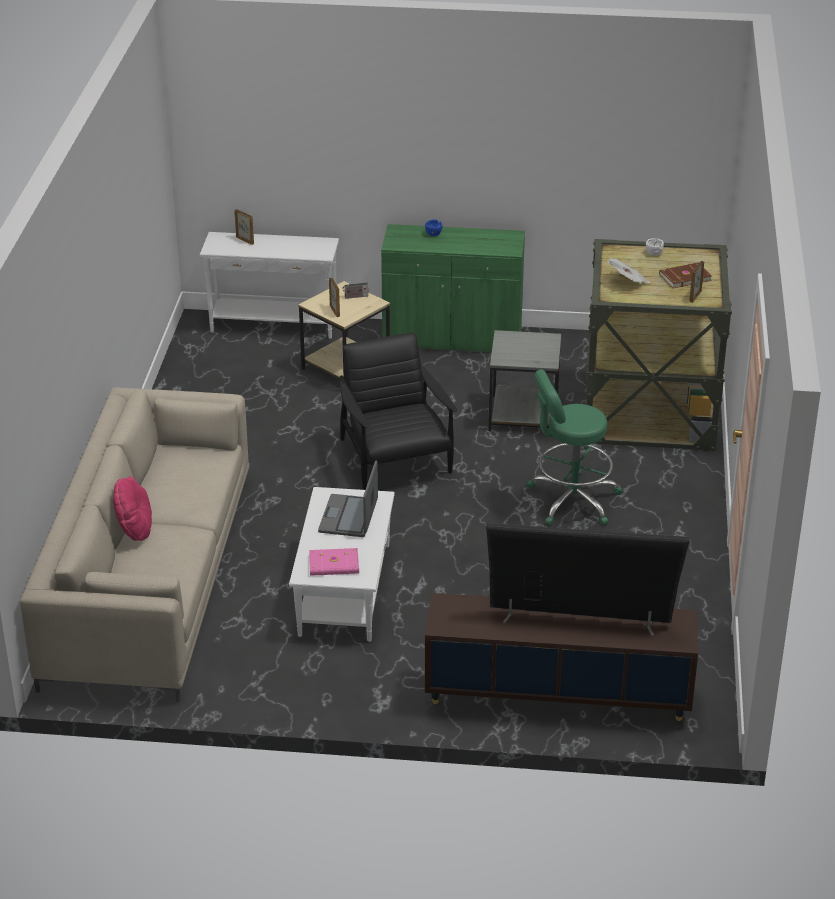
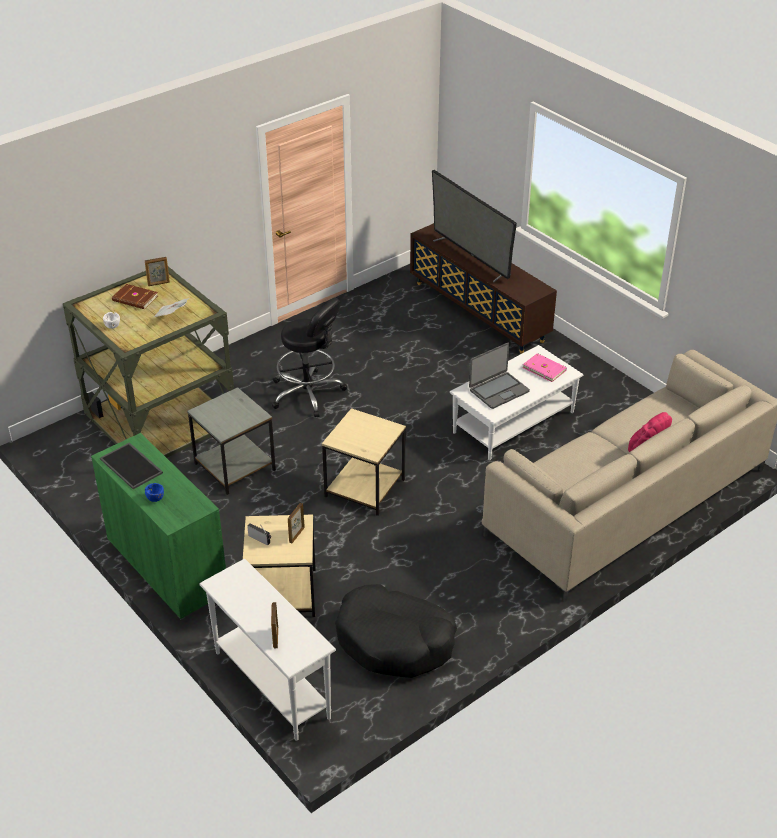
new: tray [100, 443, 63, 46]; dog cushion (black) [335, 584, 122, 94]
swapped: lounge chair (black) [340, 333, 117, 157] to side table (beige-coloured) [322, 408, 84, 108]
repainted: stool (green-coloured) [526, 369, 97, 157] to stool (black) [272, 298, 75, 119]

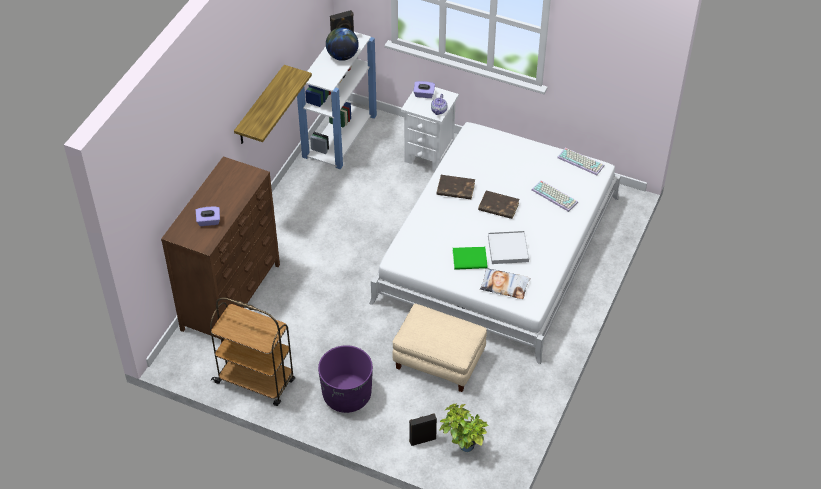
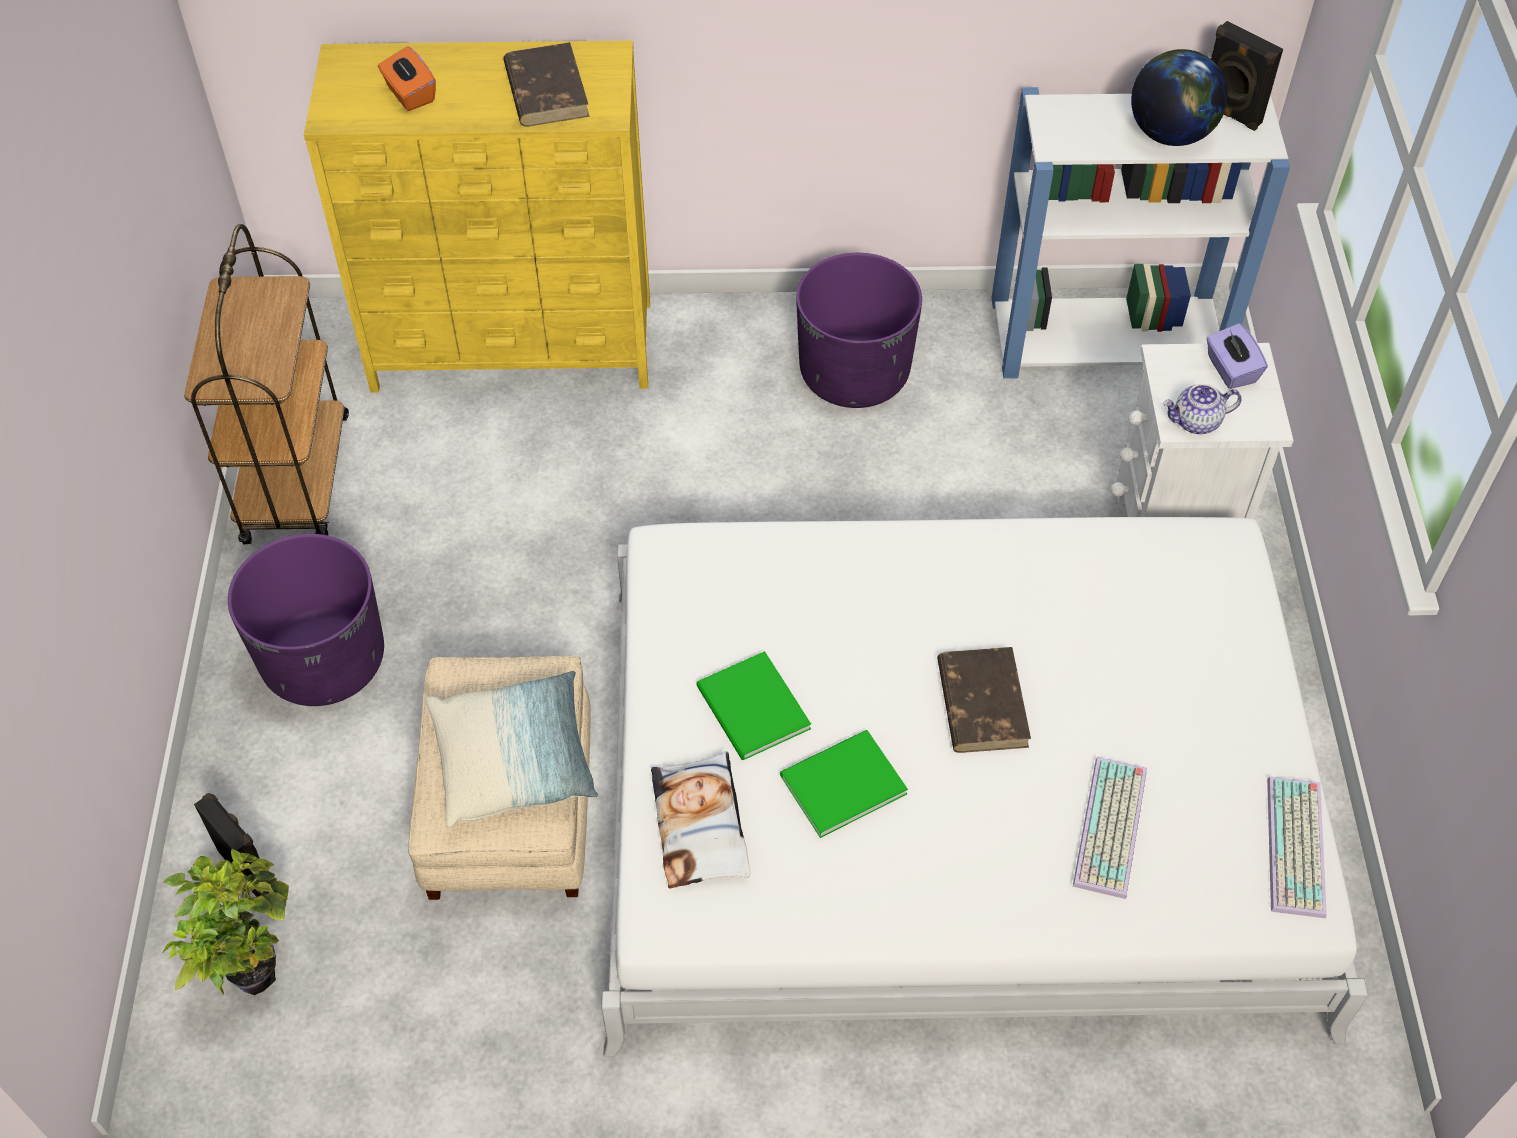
gone: bracket shelf [234, 65, 78, 79]
new: throw pillow [425, 671, 173, 157]; flower pot (purple) [796, 253, 126, 155]
shifted: book (brown) [437, 175, 38, 24] to [503, 42, 87, 85]
swapped: tray (whitish) [488, 231, 41, 33] to book (green-coloured) [780, 730, 128, 108]
repainted: drawer chest (brown) [161, 156, 119, 187] to drawer chest (yellow) [304, 40, 346, 352]; box of tissues (purple) [196, 207, 24, 19] to box of tissues (orange-coloured) [378, 46, 58, 65]

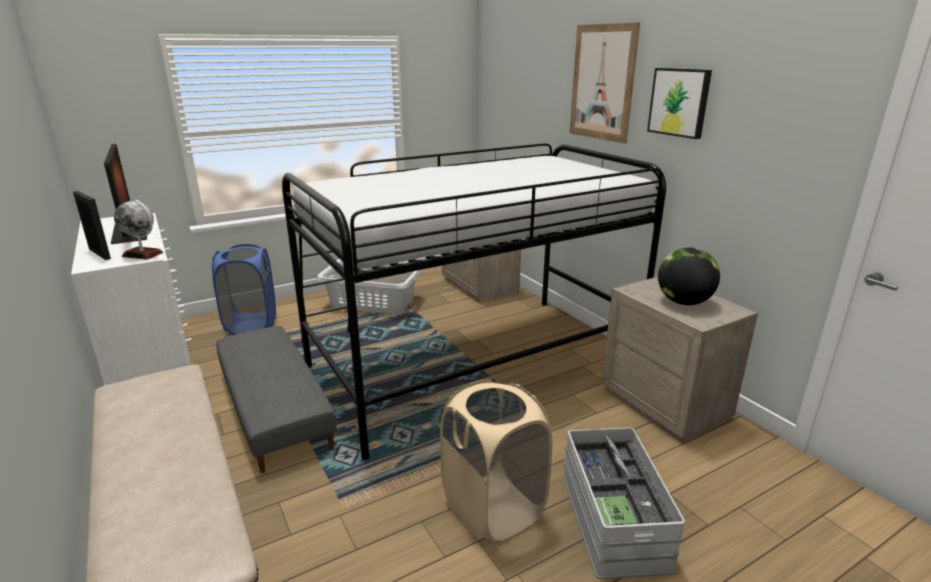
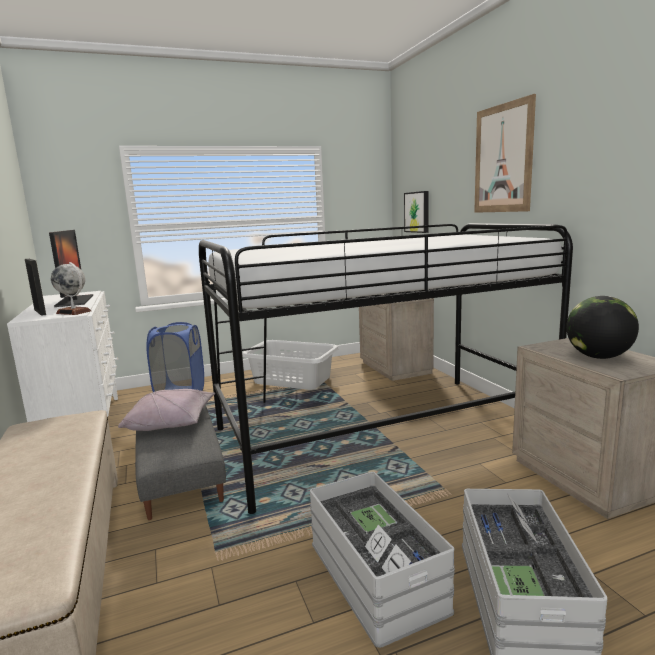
new: throw pillow (purple) [118, 389, 97, 42]
shifted: picture [647, 68, 65, 71] to [404, 191, 25, 42]
swapped: laundry basket (beige-coloured) [440, 380, 112, 163] to storage box (gray) [310, 472, 145, 176]

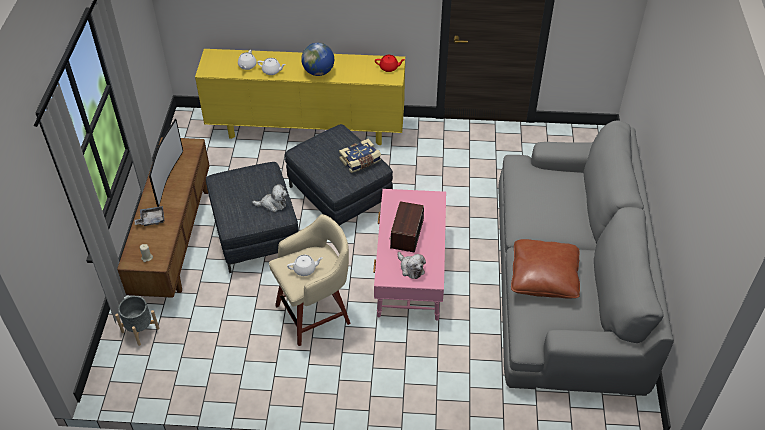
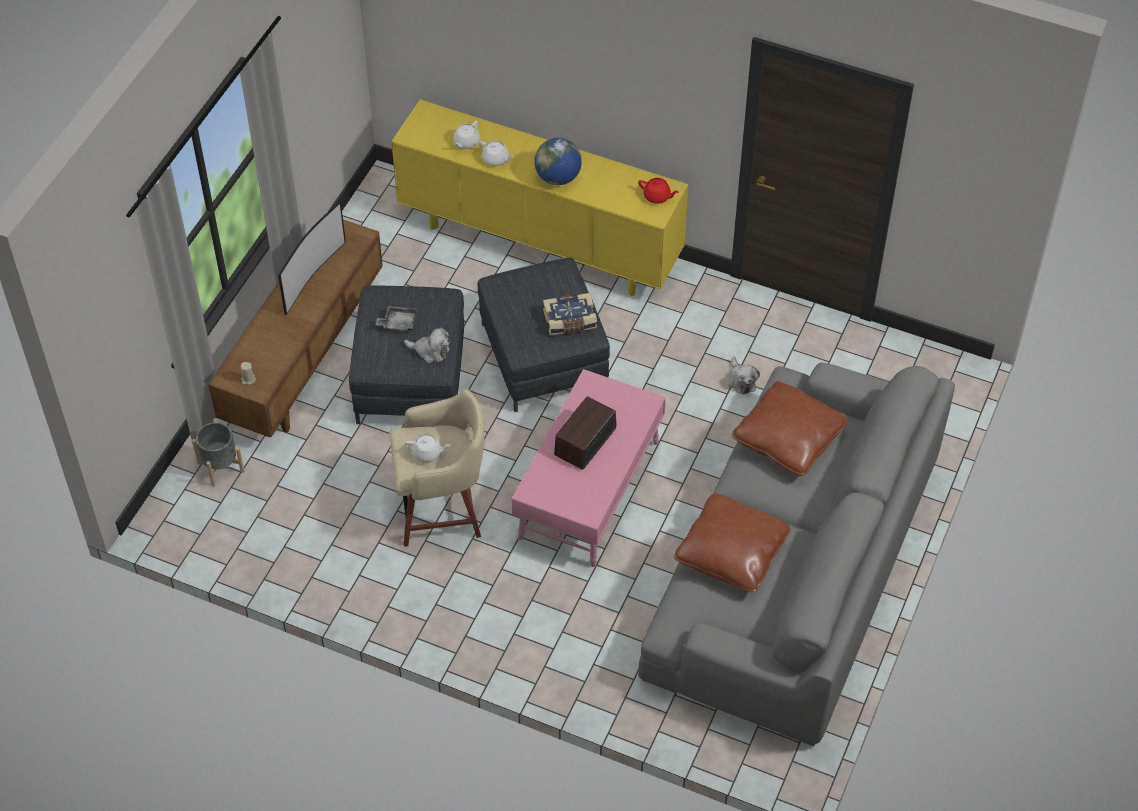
new: throw pillow (brown) [732, 381, 116, 95]
shifted: tray (gray) [134, 206, 30, 20] to [376, 306, 41, 26]; plush toy [398, 252, 28, 27] to [728, 357, 32, 38]

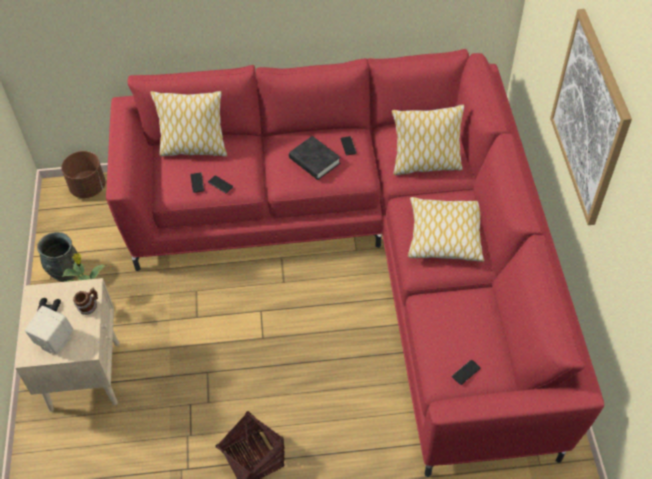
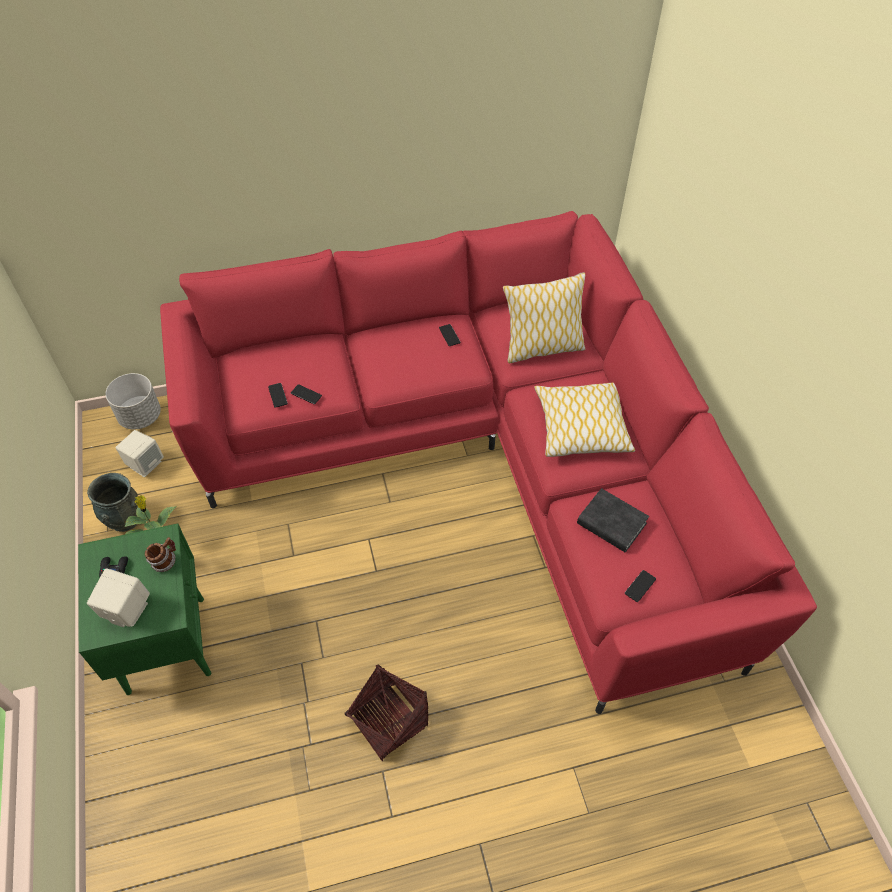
gone: throw pillow [150, 91, 77, 66]; picture [550, 9, 82, 216]
new: loudspeaker (beige-coloured) [116, 430, 48, 47]
shifted: book (black) [289, 136, 51, 44] to [577, 488, 72, 64]
repainted: bedside table (beige-coloured) [15, 278, 105, 134] to bedside table (green-coloured) [78, 524, 133, 171]; flower pot (brown) [61, 151, 44, 47] to flower pot (gray) [106, 373, 55, 56]

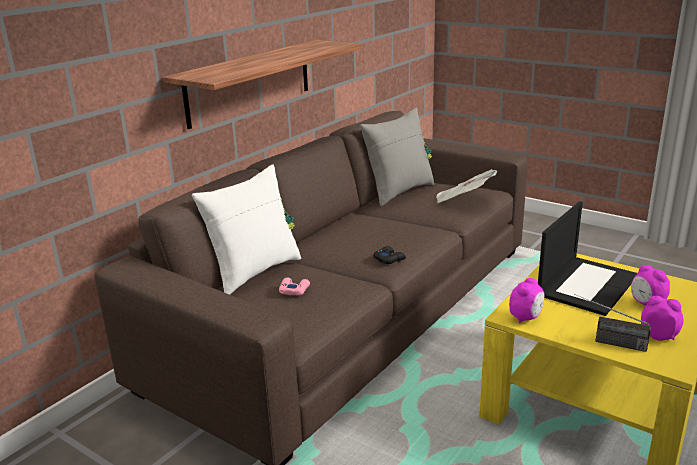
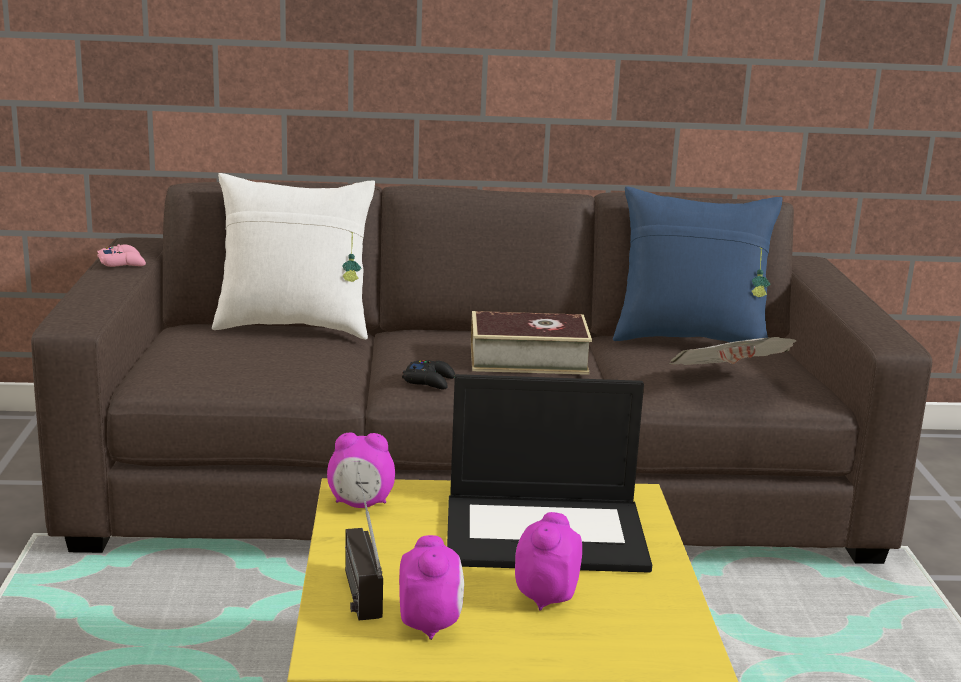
gone: bracket shelf [163, 40, 199, 89]
new: book [471, 311, 121, 64]
shifted: joypad (pink-coloured) [279, 278, 31, 17] to [97, 244, 49, 23]
repainted: throw pillow (gray) [360, 108, 74, 98] to throw pillow (blue) [613, 186, 170, 156]

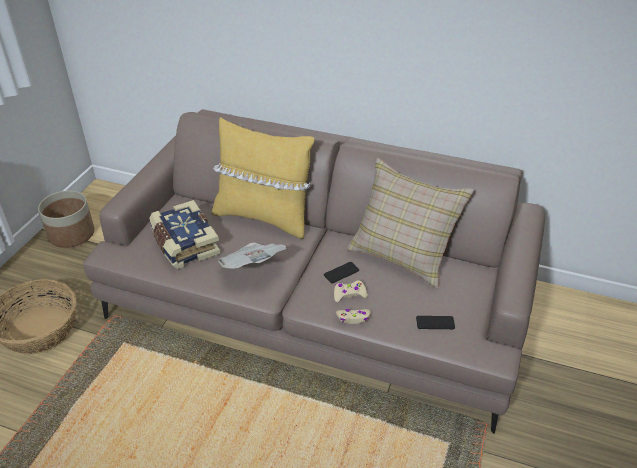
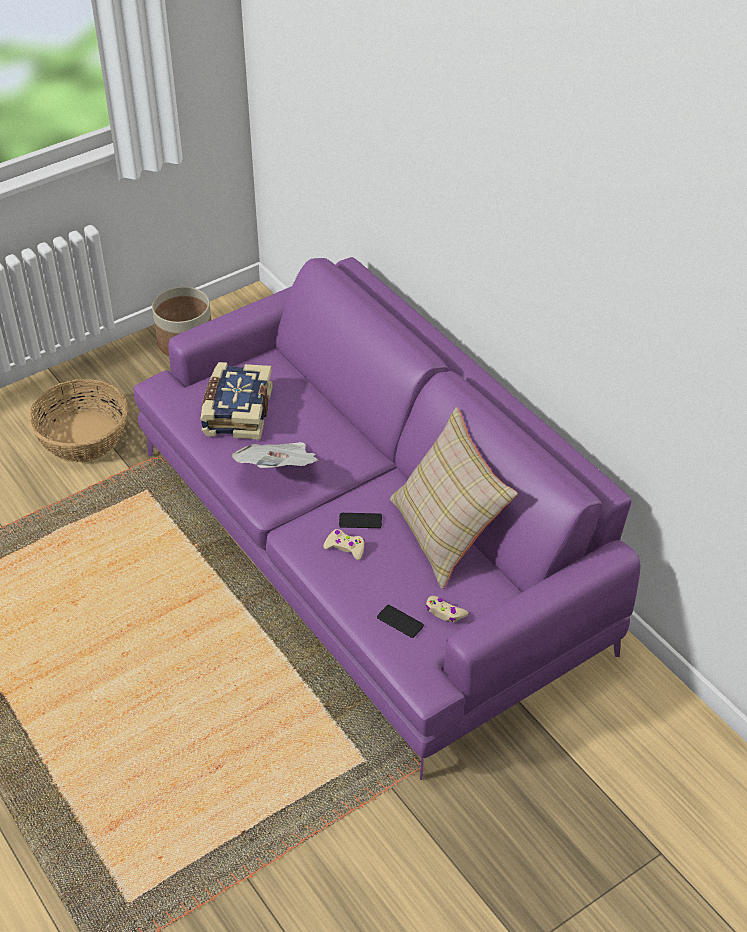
gone: throw pillow (yellow) [211, 117, 103, 122]
shifted: joypad (beige-coloured) [336, 309, 35, 15] to [426, 596, 42, 26]
repainted: sofa (beige-coloured) [84, 109, 461, 325] to sofa (purple) [134, 257, 507, 523]

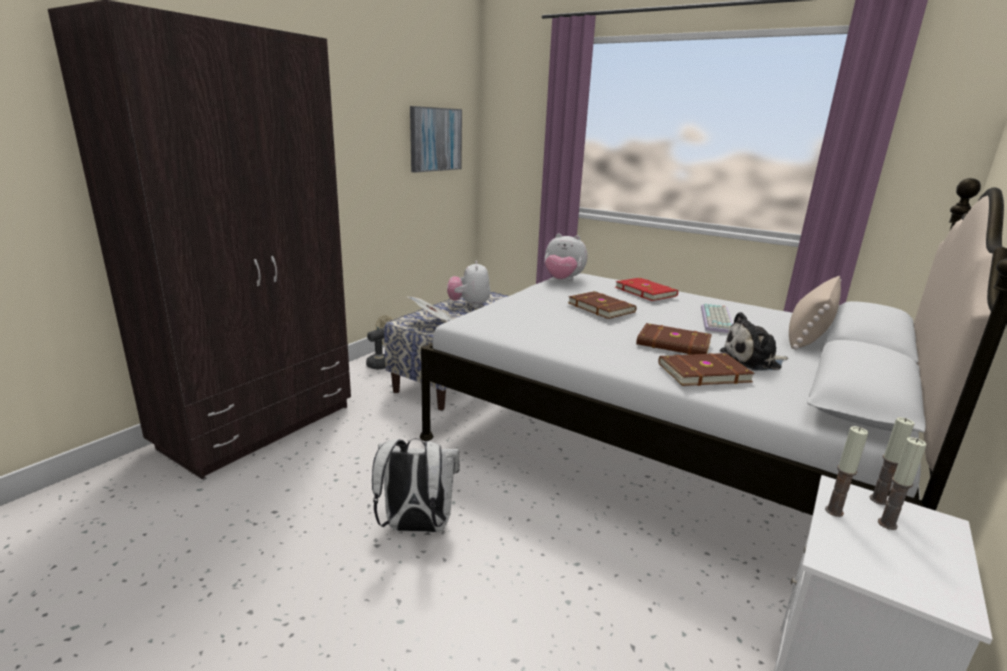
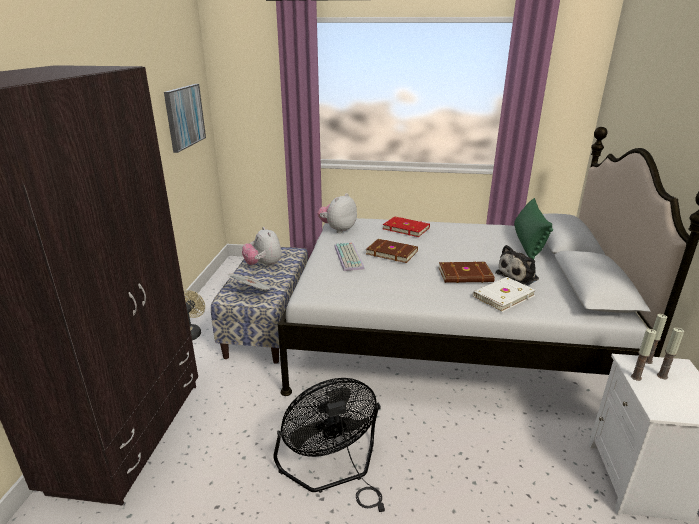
shifted: PC keyboard [701, 304, 32, 29] to [334, 243, 30, 28]
swapped: backpack (whitish) [372, 438, 88, 94] to fan (black) [273, 378, 112, 135]
repainted: book (brown) [658, 353, 97, 33] to book (whitish) [472, 277, 64, 35]; throw pillow (beige-coloured) [789, 276, 52, 74] to throw pillow (green-coloured) [514, 198, 39, 62]
rotated: plush toy [545, 233, 43, 47] = [318, 193, 39, 40] 135 degrees clockwise

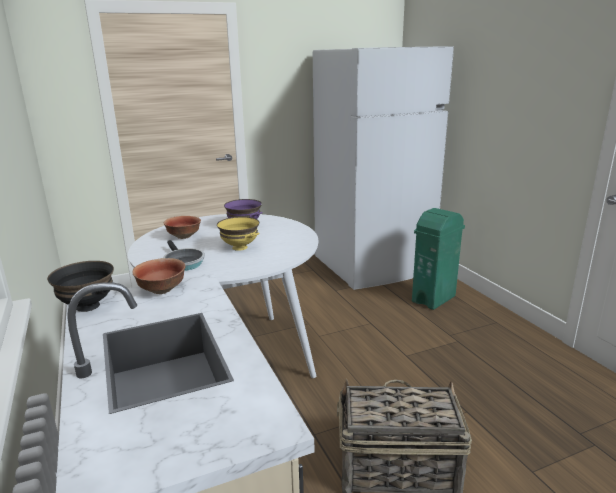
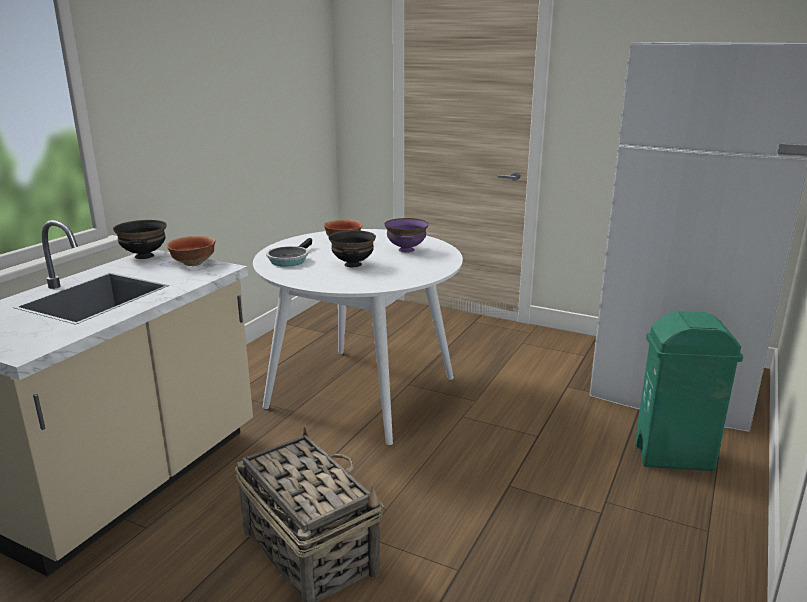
repainted: serving bowl (yellow) [217, 217, 42, 34] to serving bowl (black) [329, 230, 47, 37]

